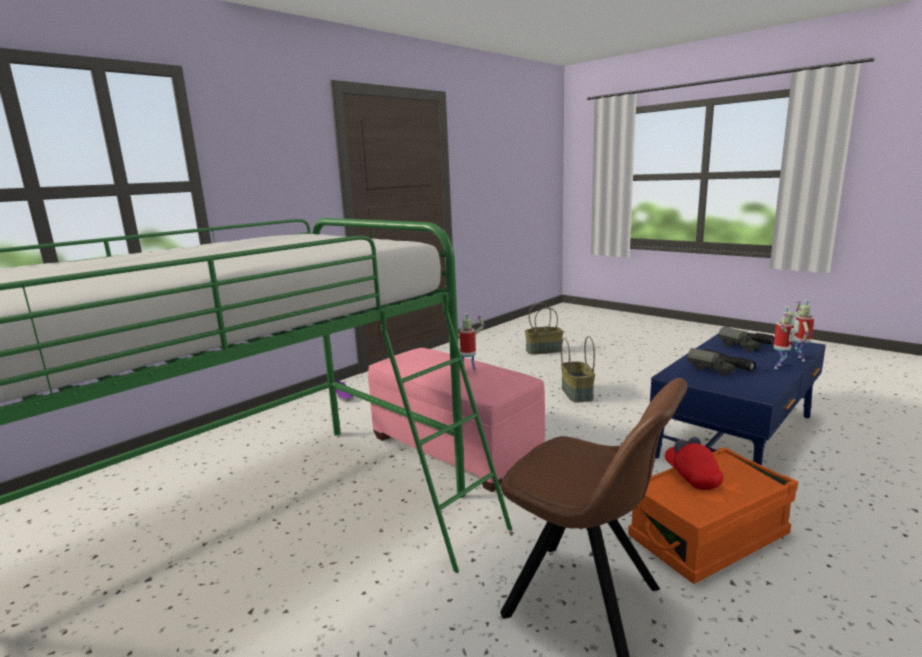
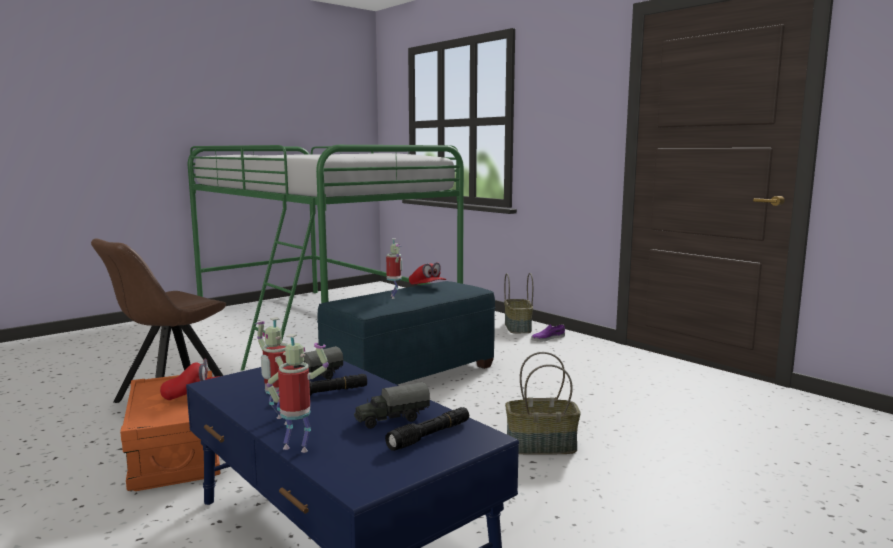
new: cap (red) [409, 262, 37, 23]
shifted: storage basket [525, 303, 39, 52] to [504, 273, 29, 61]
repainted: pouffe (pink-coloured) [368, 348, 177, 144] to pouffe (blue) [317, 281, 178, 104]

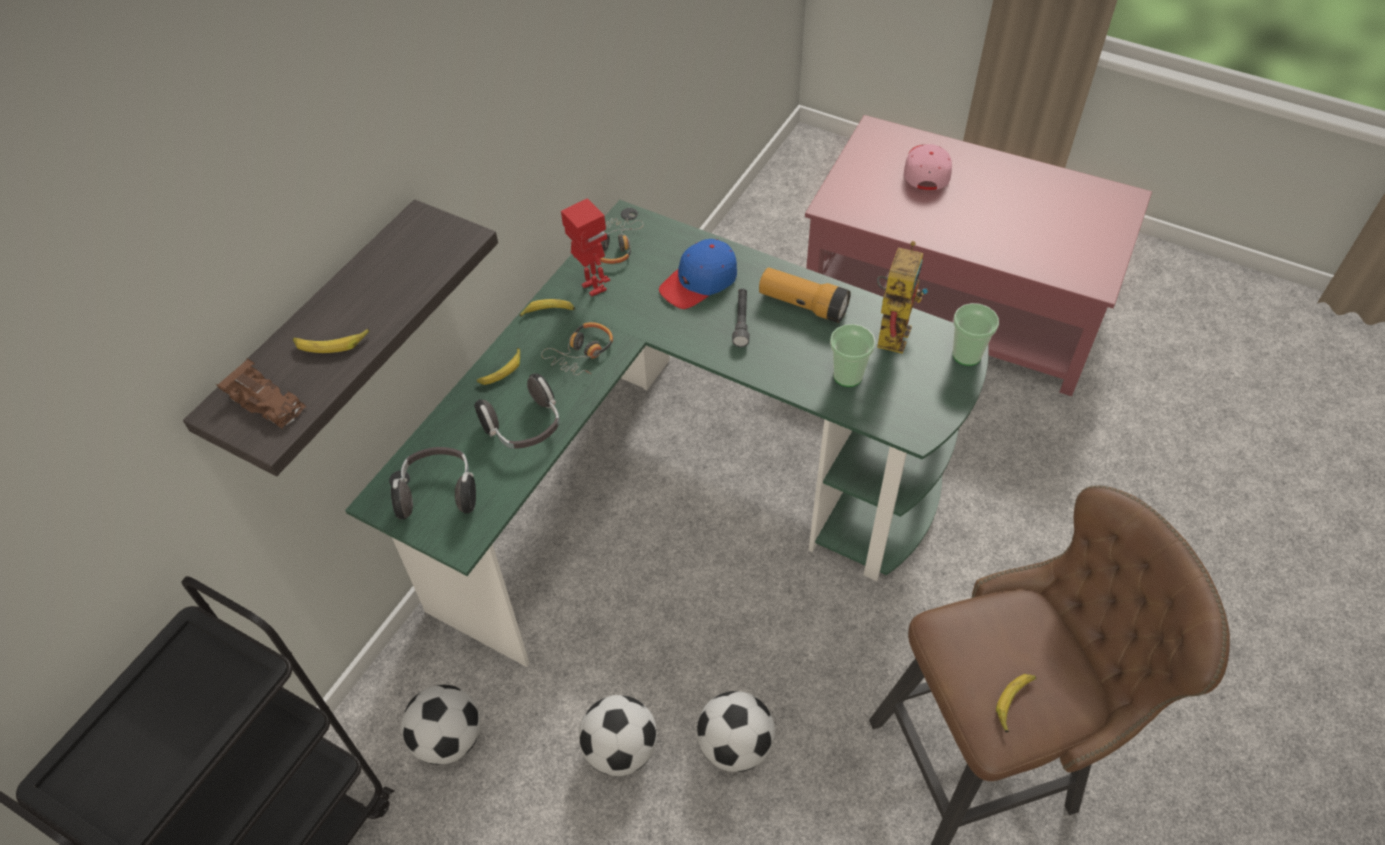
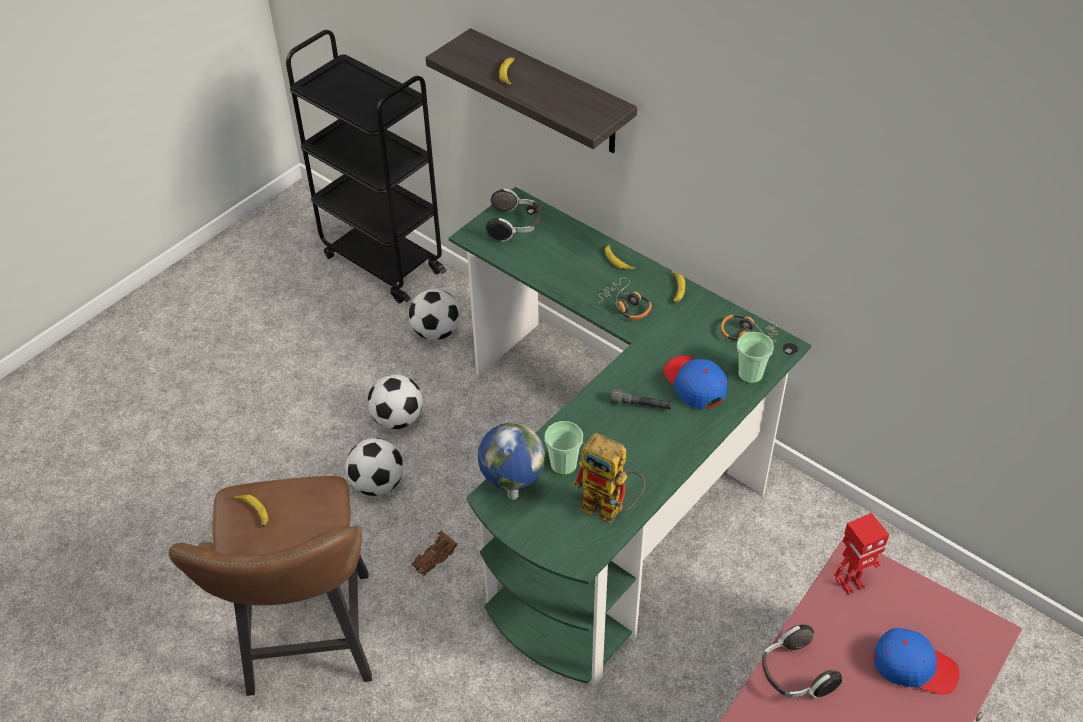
gone: torch [759, 267, 92, 56]
new: desk globe [477, 423, 68, 77]
shifted: model car (brown) [215, 358, 92, 71] to [411, 530, 47, 46]; small cup [953, 303, 46, 63] to [737, 332, 37, 52]; pair of headphones [474, 373, 86, 76] to [762, 624, 80, 74]; toy robot [561, 198, 49, 98] to [834, 513, 55, 82]
repainted: cap (pink-coloured) [904, 144, 48, 46] to cap (blue) [874, 628, 85, 66]

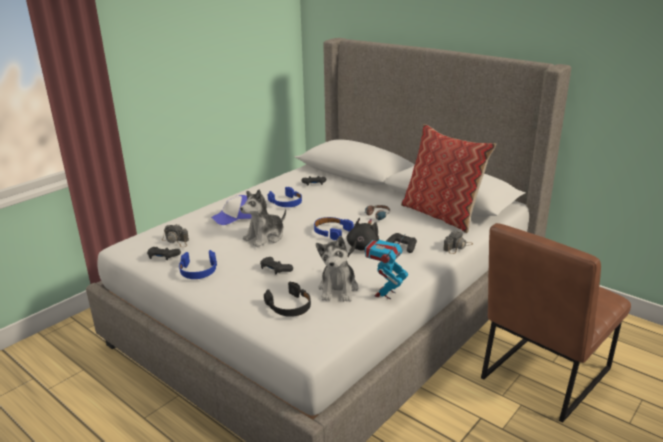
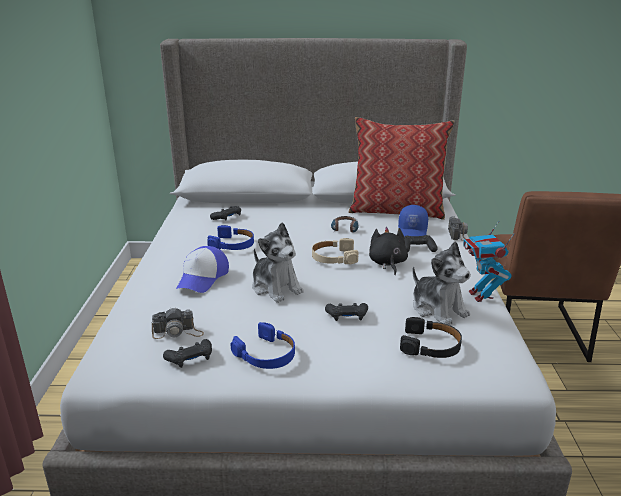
new: cap (blue) [398, 205, 30, 31]
repainted: pair of headphones (blue) [314, 217, 40, 23] to pair of headphones (beige-coloured) [312, 238, 46, 26]
rotated: plush toy [240, 189, 46, 58] = [252, 222, 52, 81] 45 degrees counterclockwise

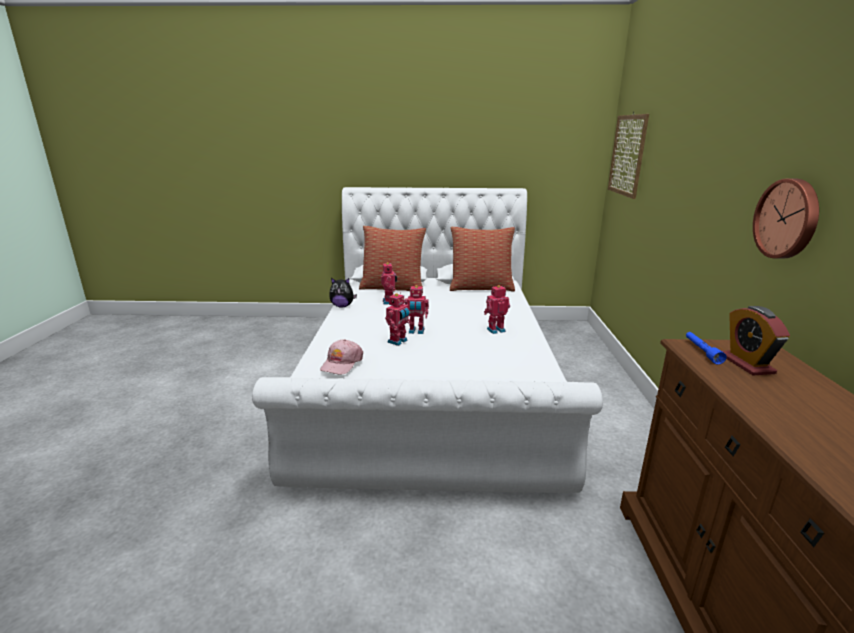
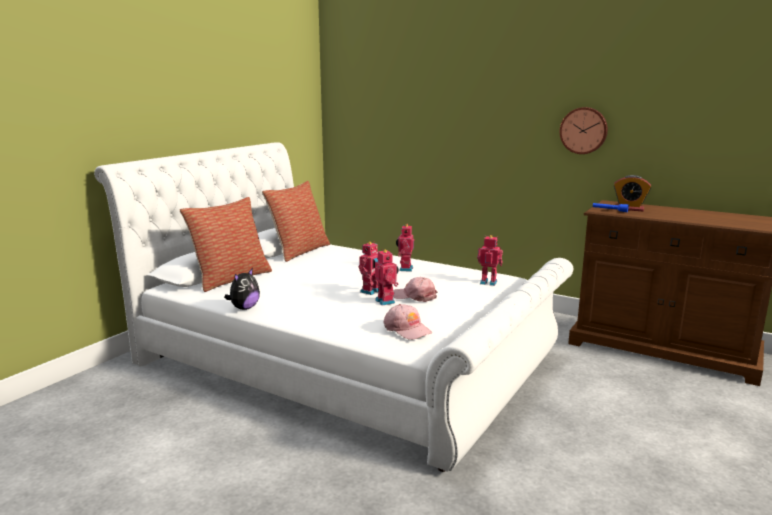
gone: picture [608, 112, 41, 87]
new: cap (pink-coloured) [393, 277, 44, 25]
shifted: toy robot [381, 262, 16, 43] to [477, 235, 26, 51]

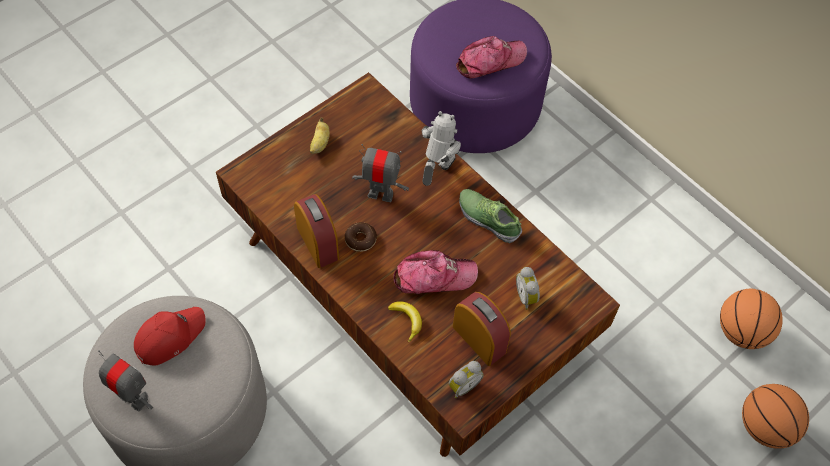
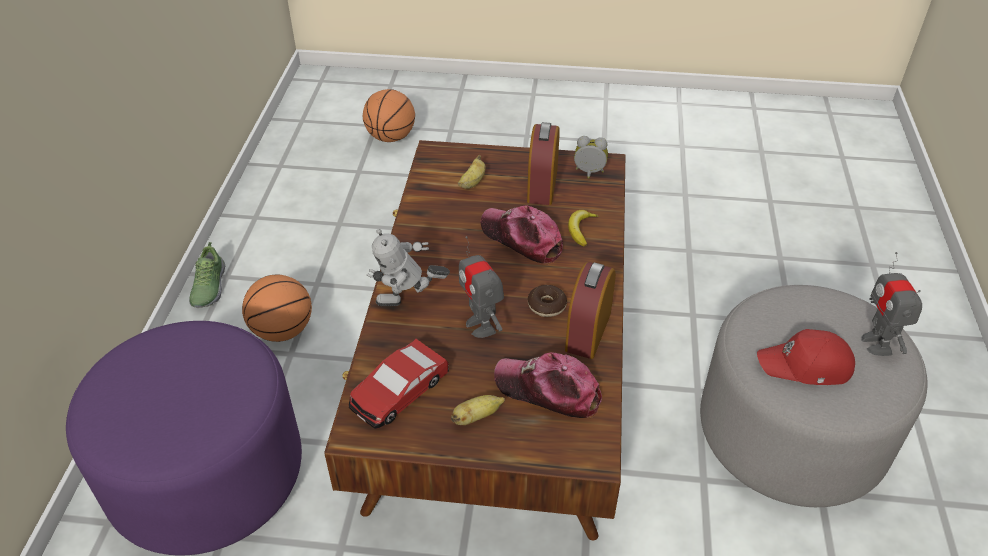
new: model car [349, 339, 100, 90]
shifted: shoe [459, 189, 63, 54] to [189, 242, 36, 66]; basketball [720, 289, 63, 60] to [242, 275, 70, 67]; cap [456, 36, 71, 43] to [494, 352, 108, 66]
swapped: bedside clock [516, 267, 24, 43] to whole banana [458, 155, 28, 34]

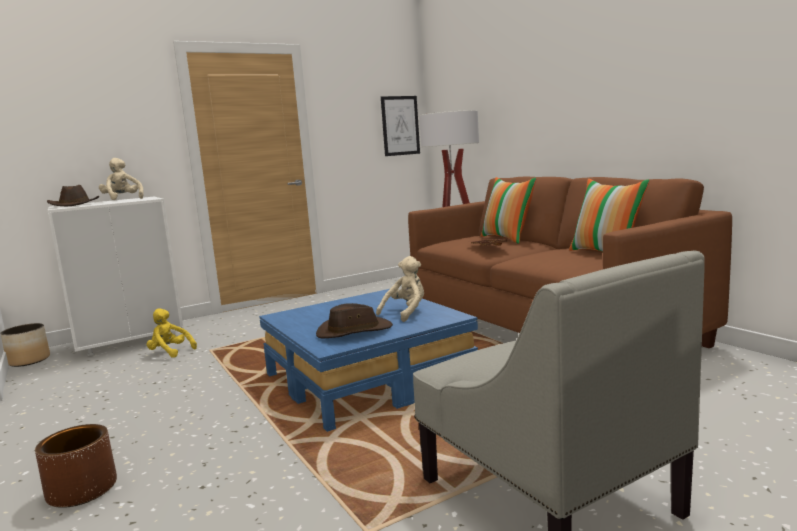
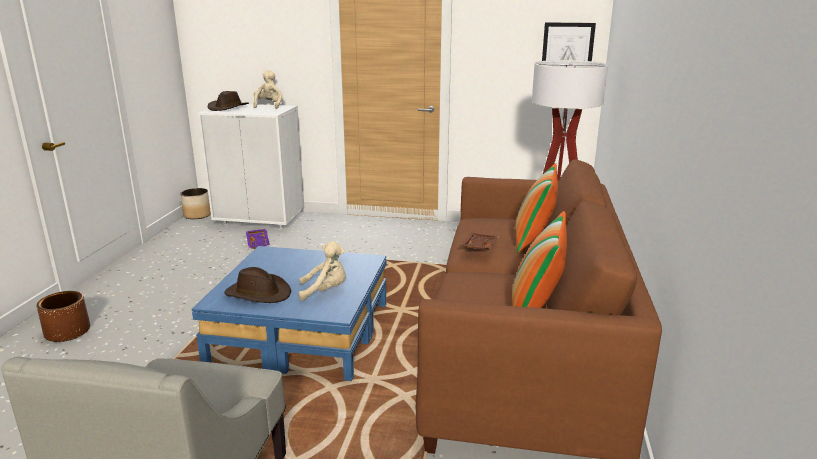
swapped: plush toy (yellow) [147, 308, 50, 50] to tray (purple) [246, 229, 24, 20]

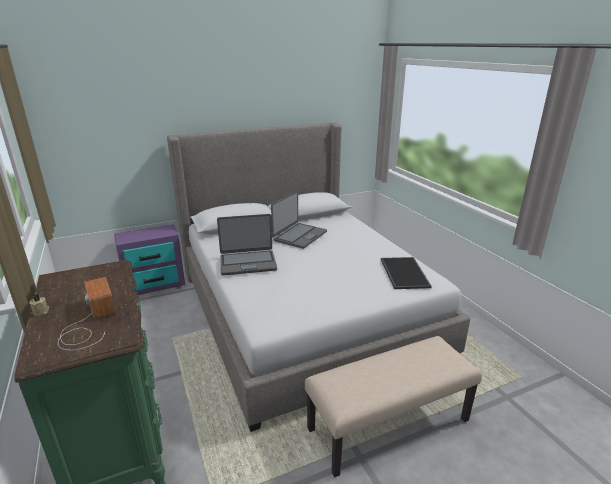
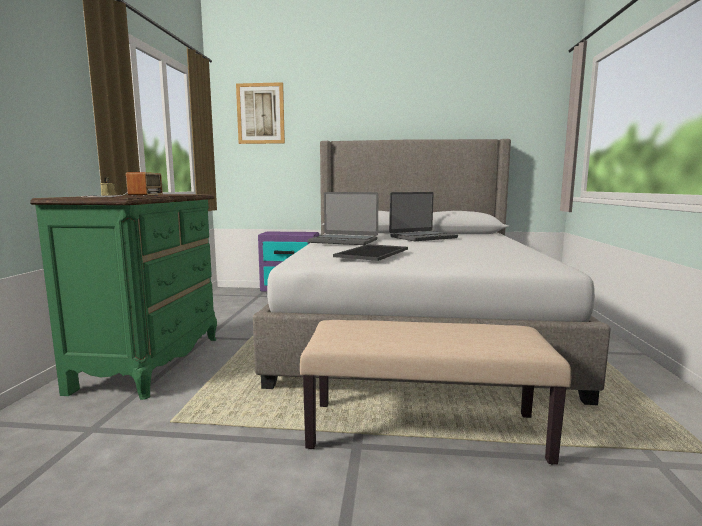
new: picture [236, 82, 49, 62]
shifted: tray [381, 257, 51, 32] to [333, 244, 75, 17]

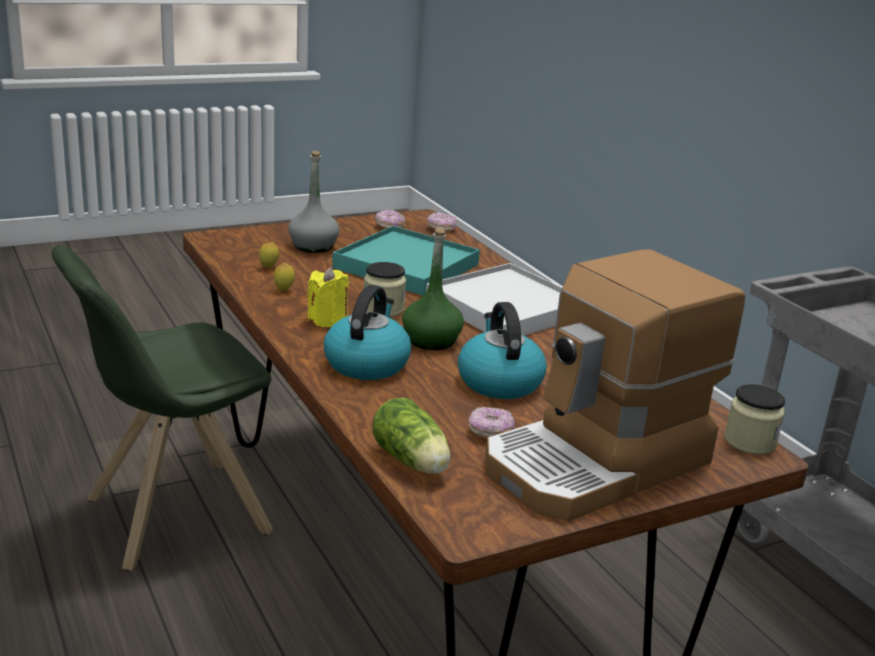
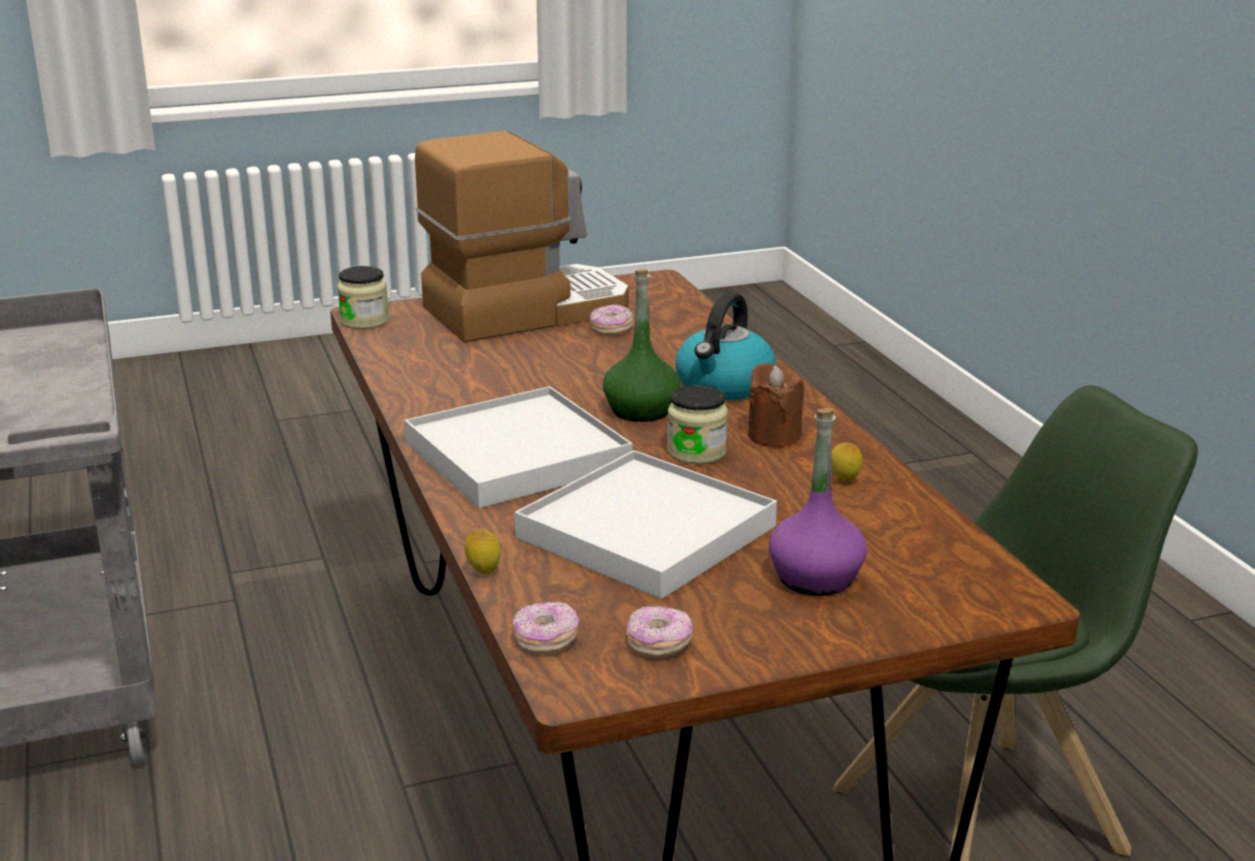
gone: lettuce head [372, 397, 78, 77]; kettle [458, 302, 89, 97]
shifted: whole lemon [259, 242, 20, 26] to [465, 529, 36, 46]
repainted: tray (turquoise) [332, 226, 148, 69] to tray (whitish) [514, 450, 263, 149]; wax candle (yellow) [307, 267, 42, 60] to wax candle (brown) [748, 363, 56, 84]; bottle (gray) [288, 151, 51, 102] to bottle (purple) [769, 408, 98, 188]

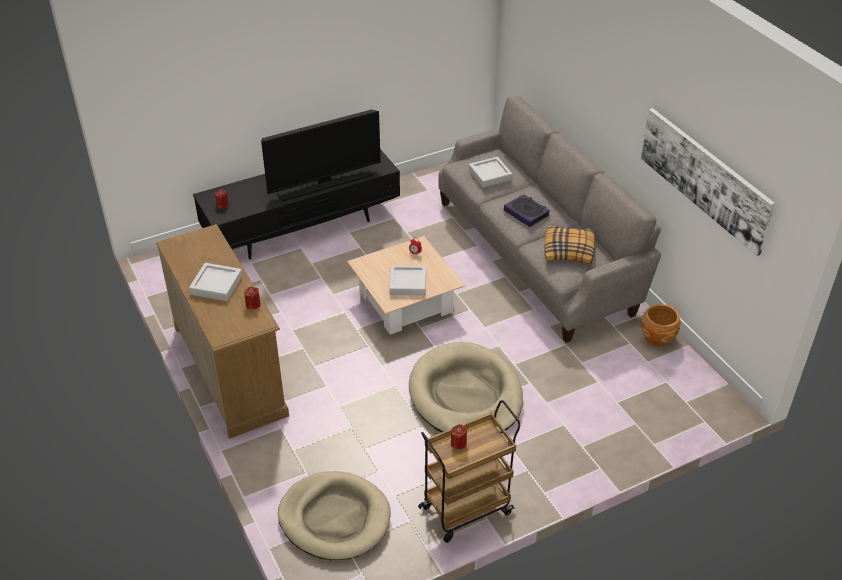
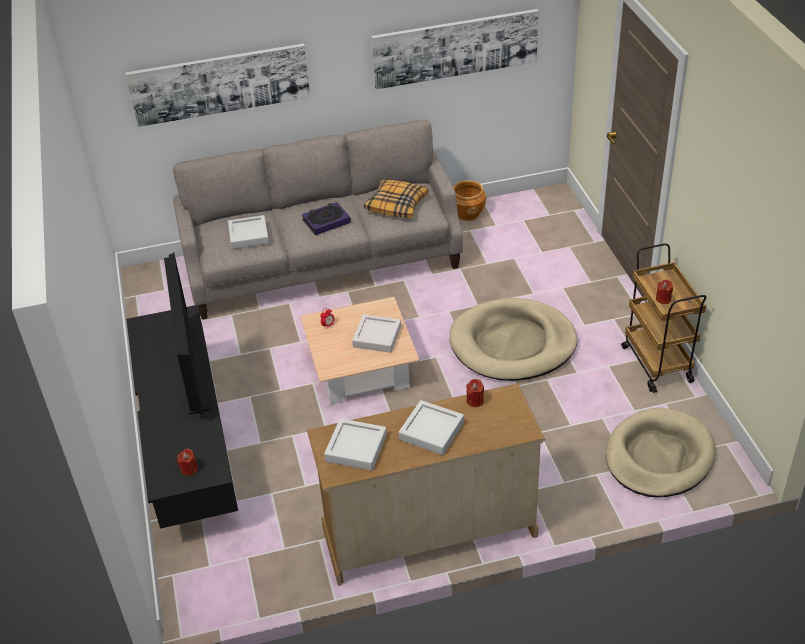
new: picture [126, 43, 184, 84]; tray (gray) [324, 418, 63, 53]

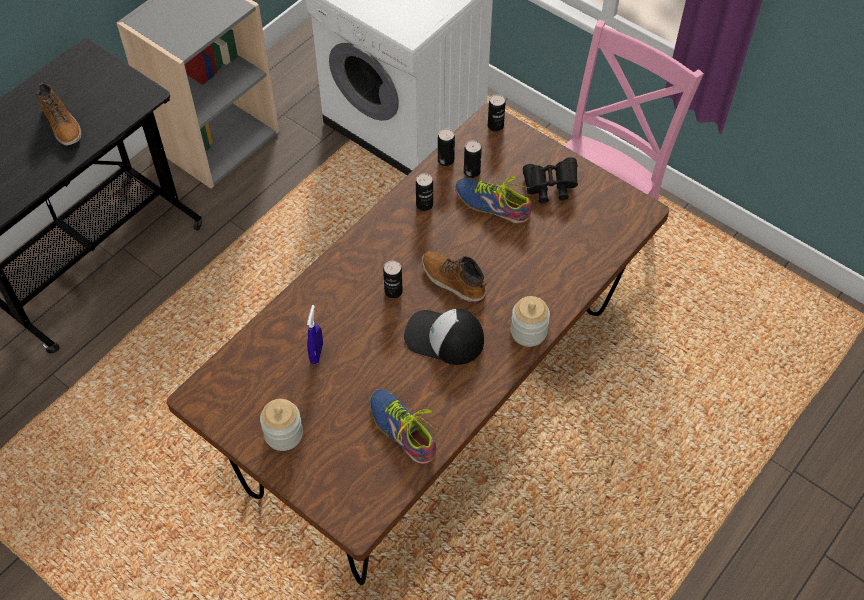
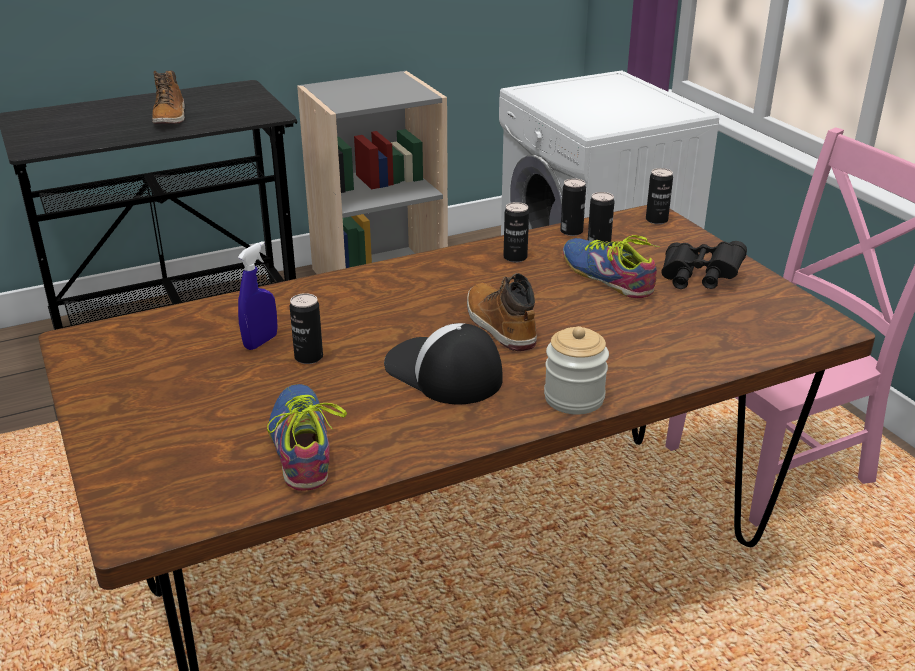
gone: storage jar [260, 399, 43, 52]
shifted: metal can [383, 261, 20, 38] to [290, 293, 33, 71]

